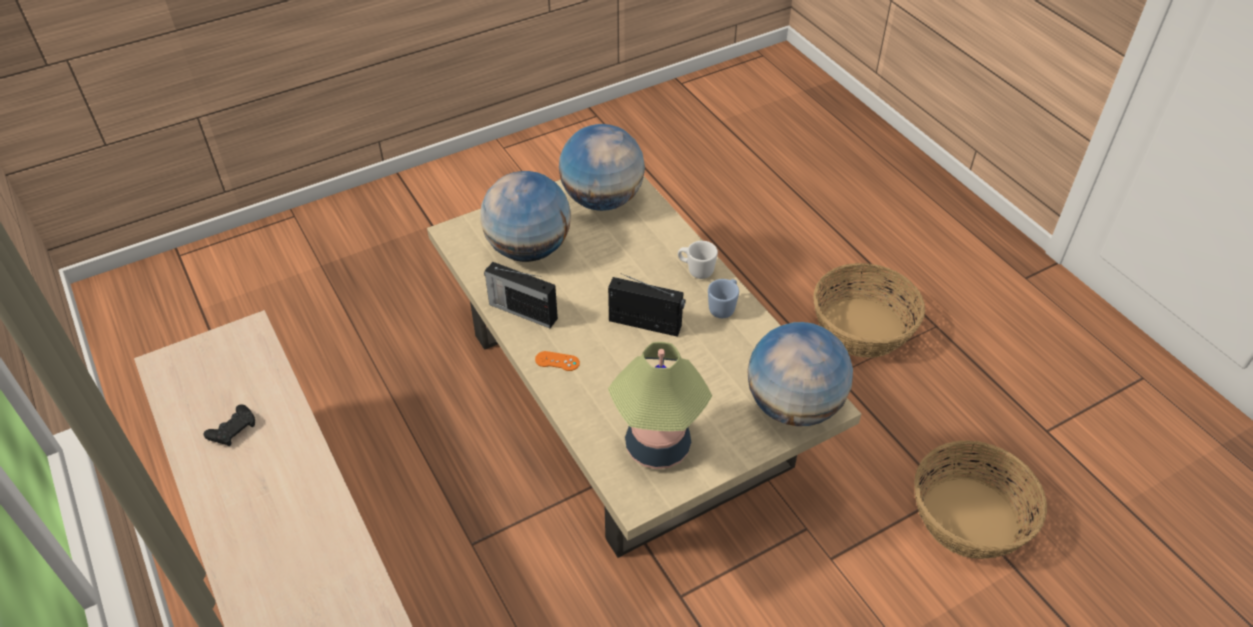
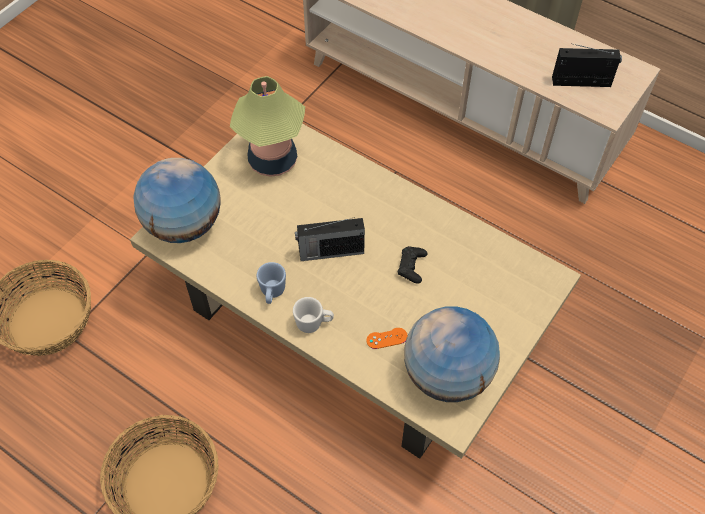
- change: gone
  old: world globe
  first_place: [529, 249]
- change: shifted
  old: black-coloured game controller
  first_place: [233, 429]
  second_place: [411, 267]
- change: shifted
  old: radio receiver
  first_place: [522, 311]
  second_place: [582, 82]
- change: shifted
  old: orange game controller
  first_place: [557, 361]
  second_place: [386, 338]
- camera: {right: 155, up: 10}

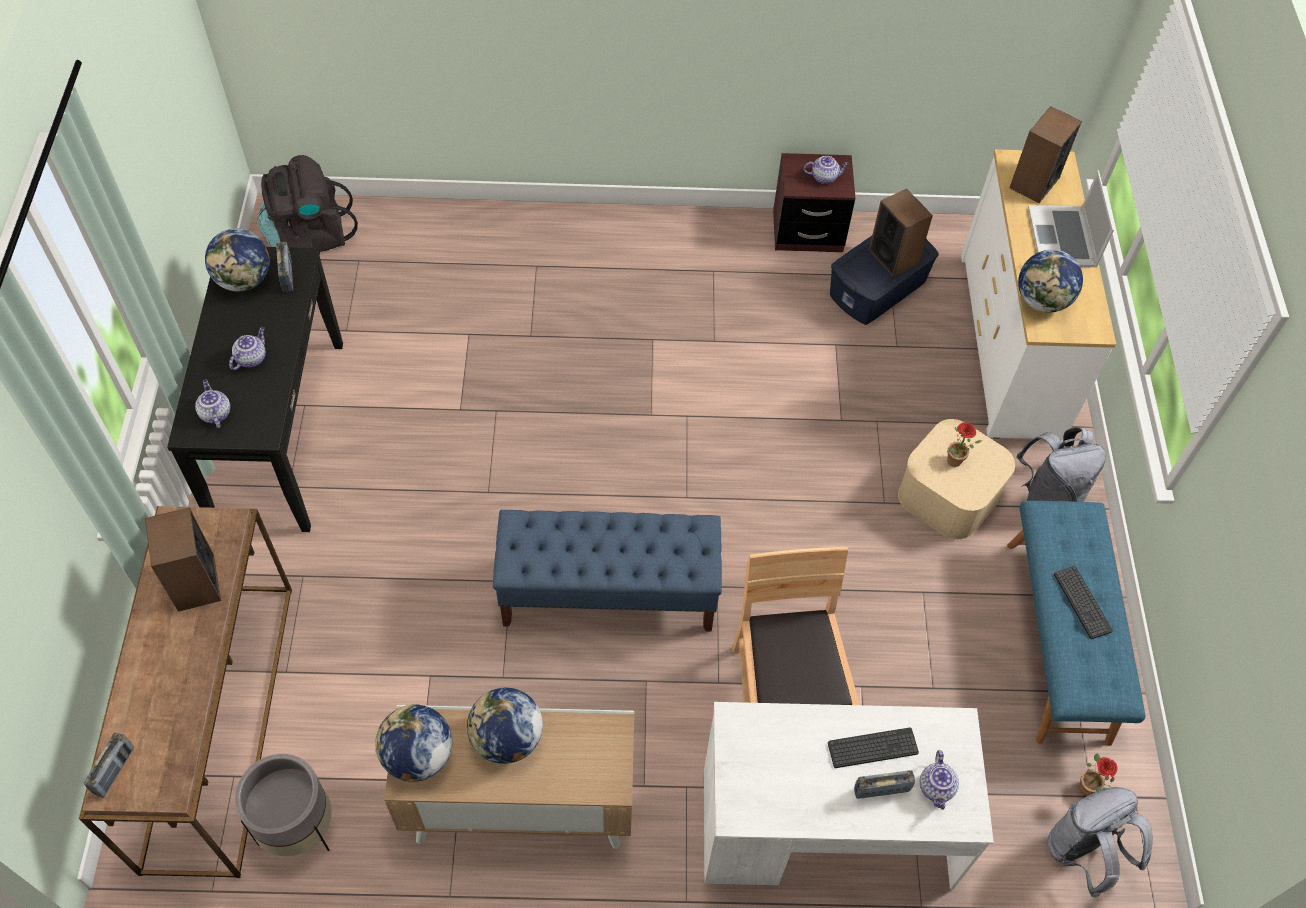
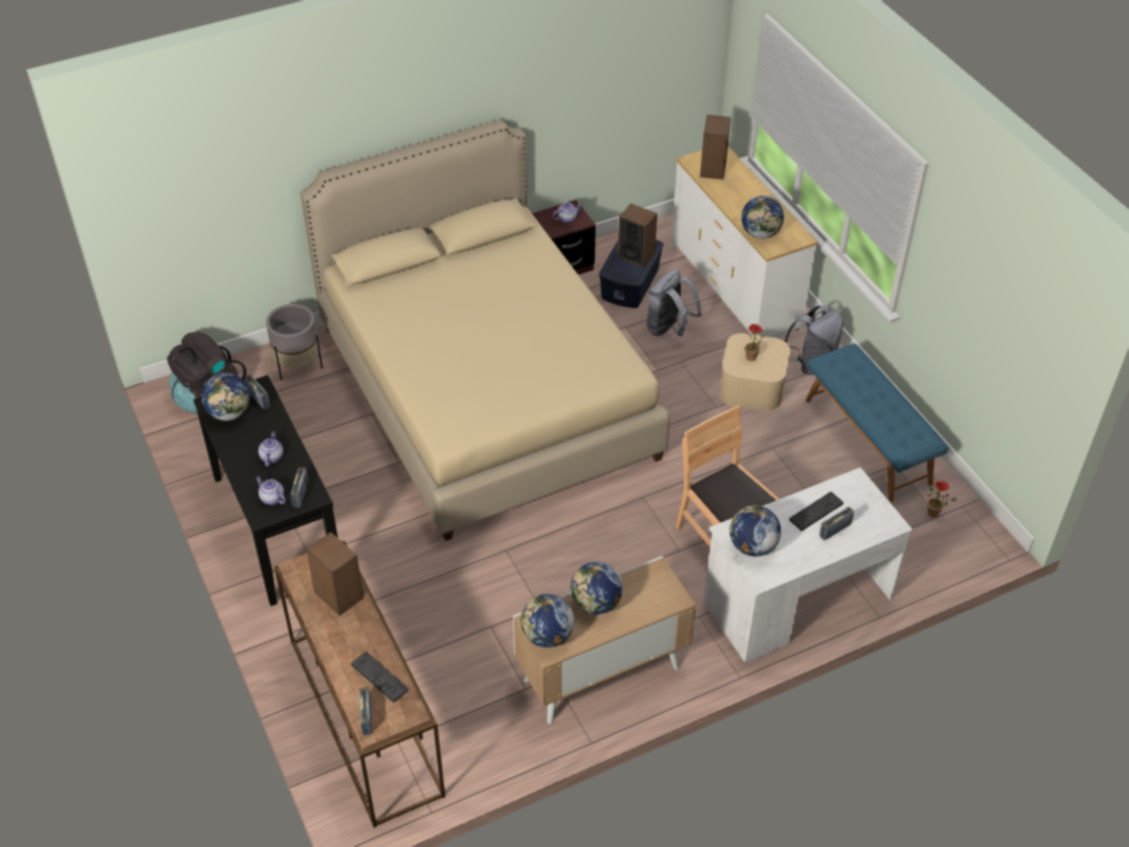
- change: gone
  old: blue-coloured indoor bench
  first_place: [609, 594]
- change: gone
  old: tea pot
  first_place: [936, 788]
- change: gone
  old: portable computer
  first_place: [1063, 237]
- change: new
  new: radio receiver
  second_place: [301, 494]
- change: new
  new: beige bed
  second_place: [486, 391]
- change: new
  new: world globe
  second_place: [752, 546]
- change: shifted
  old: grey flower pot
  first_place: [298, 827]
  second_place: [298, 366]
- change: shifted
  old: grey knapsack
  first_place: [1083, 853]
  second_place: [669, 329]
- change: shifted
  old: PC keyboard
  first_place: [1082, 602]
  second_place: [379, 677]
- camera: {right: -25, up: -10}

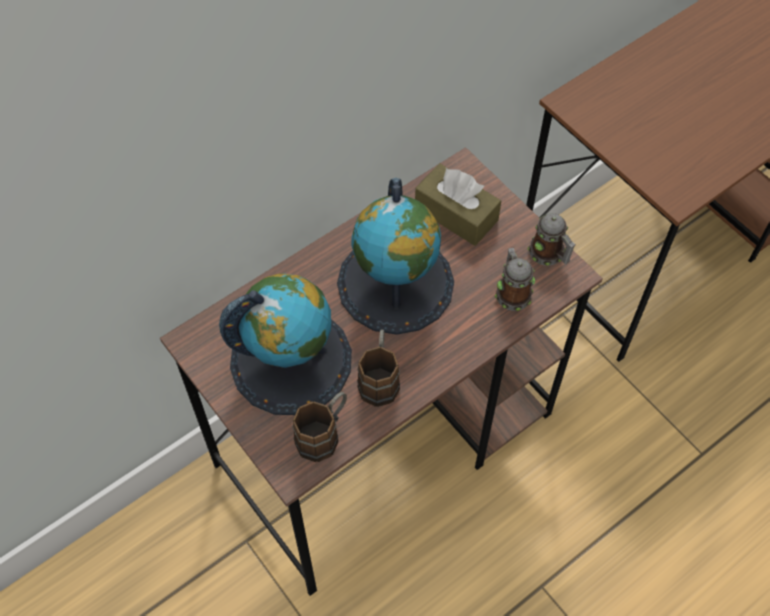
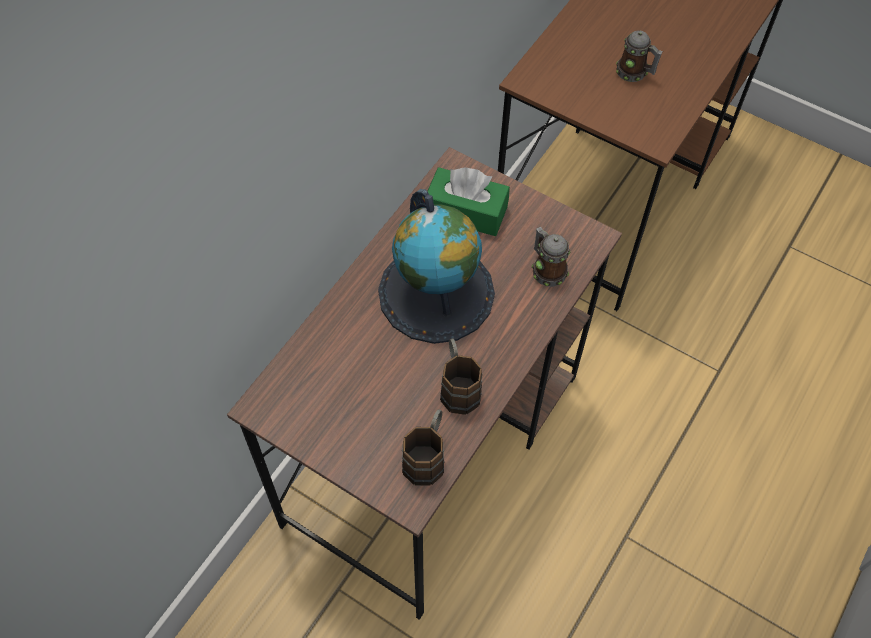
- change: gone
  old: world globe
  first_place: [291, 359]
- change: shifted
  old: mug
  first_place: [549, 255]
  second_place: [635, 73]
- change: repainted
  old: brownish box of tissues
  new: green box of tissues
  first_place: [456, 214]
  second_place: [466, 211]
- camera: {right: -20, up: 0}

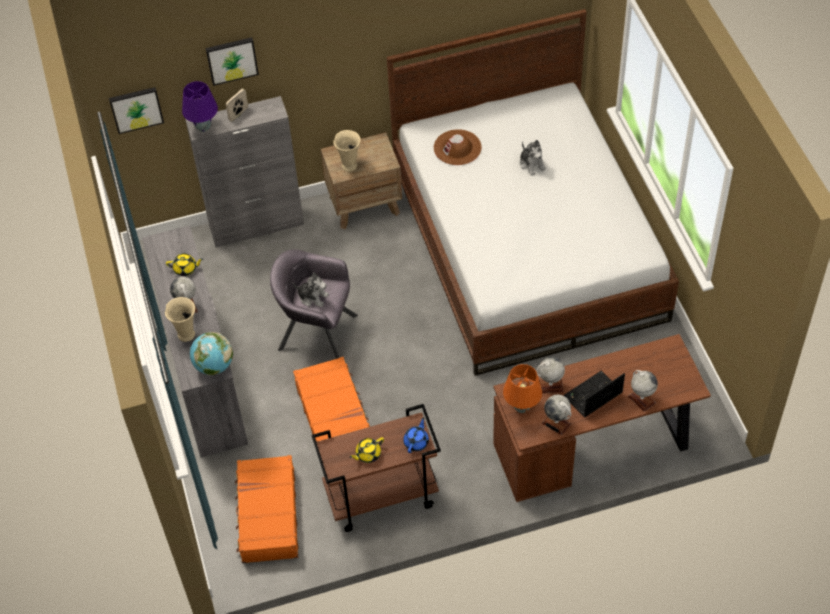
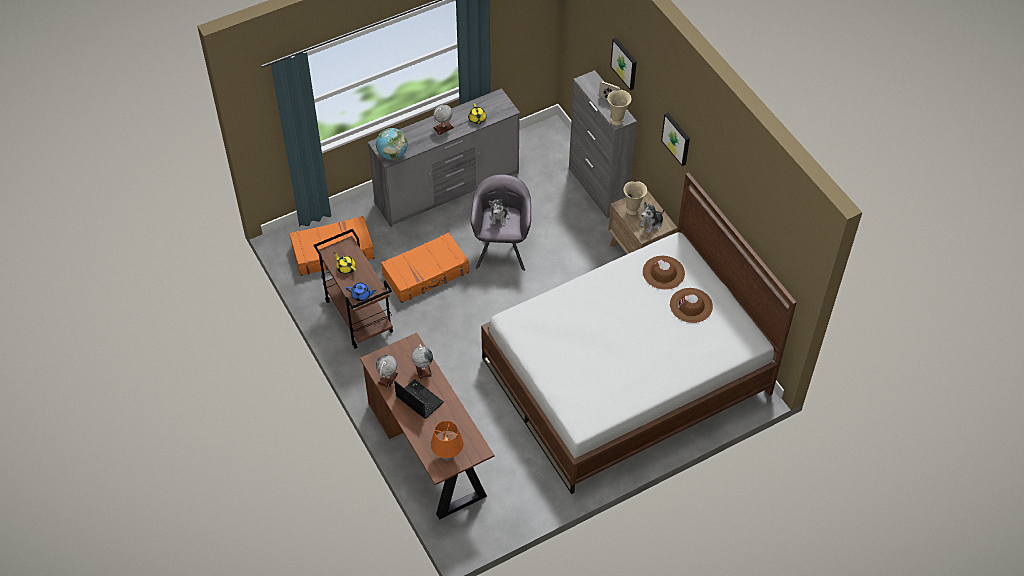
- change: gone
  old: purple table lamp
  first_place: [204, 128]
- change: gone
  old: world globe
  first_place: [641, 399]
- change: new
  new: brownish hat
  second_place: [691, 305]
- change: shifted
  old: wall art
  first_place: [136, 109]
  second_place: [677, 138]
- change: shifted
  old: beige flower vase
  first_place: [186, 334]
  second_place: [617, 120]
- change: shifted
  old: orange table lamp
  first_place: [521, 408]
  second_place: [447, 456]
- change: shifted
  old: plush toy
  first_place: [531, 164]
  second_place: [651, 224]
- camera: {right: 75, up: 0}

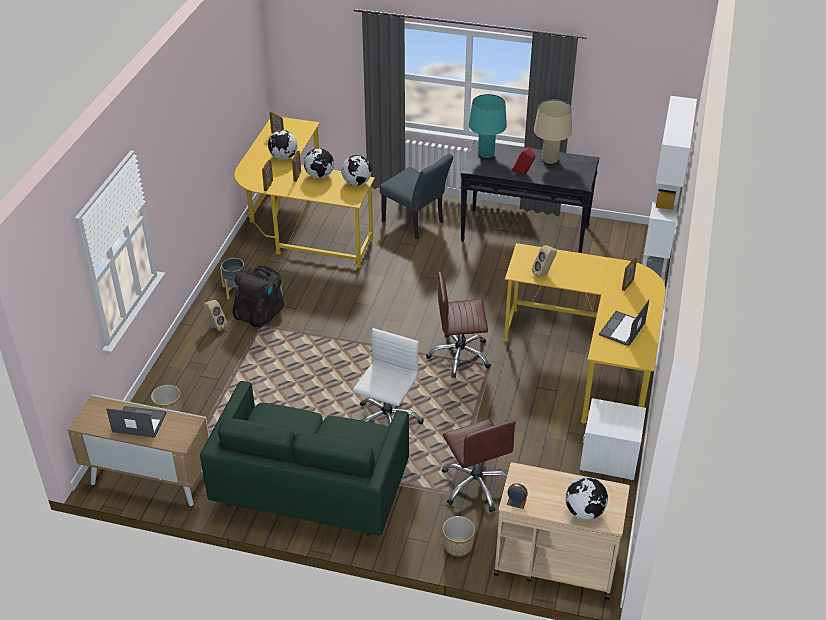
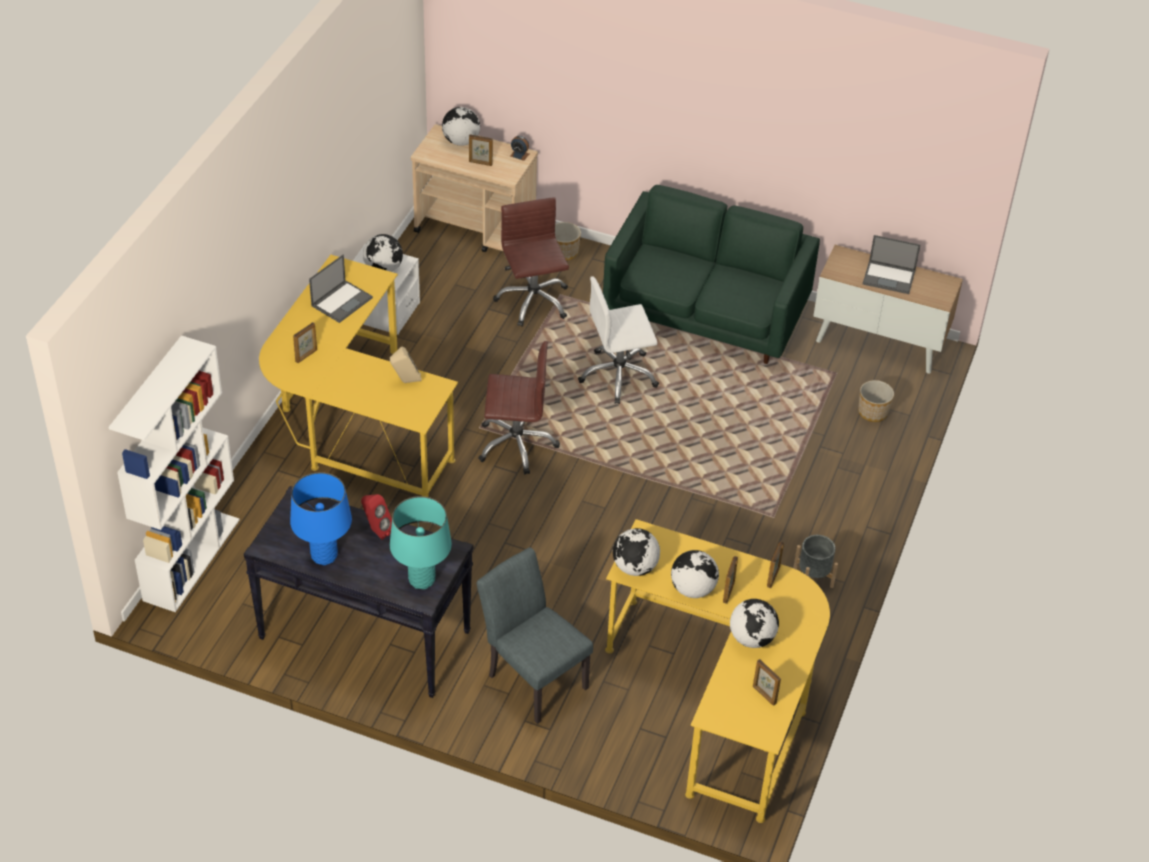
- change: gone
  old: beige speaker
  first_place: [216, 326]
- change: gone
  old: black-coloured knapsack
  first_place: [261, 313]
- change: new
  new: world globe
  second_place: [383, 269]
- change: new
  new: picture frame
  second_place: [480, 163]
- change: repainted
  old: beige table lamp
  new: blue-coloured table lamp
  first_place: [550, 159]
  second_place: [324, 556]
- change: rotated
  old: whitish office chair
  first_place: [387, 420]
  second_place: [618, 376]
  degrees: 45
- camera: {right: -175, up: 5}

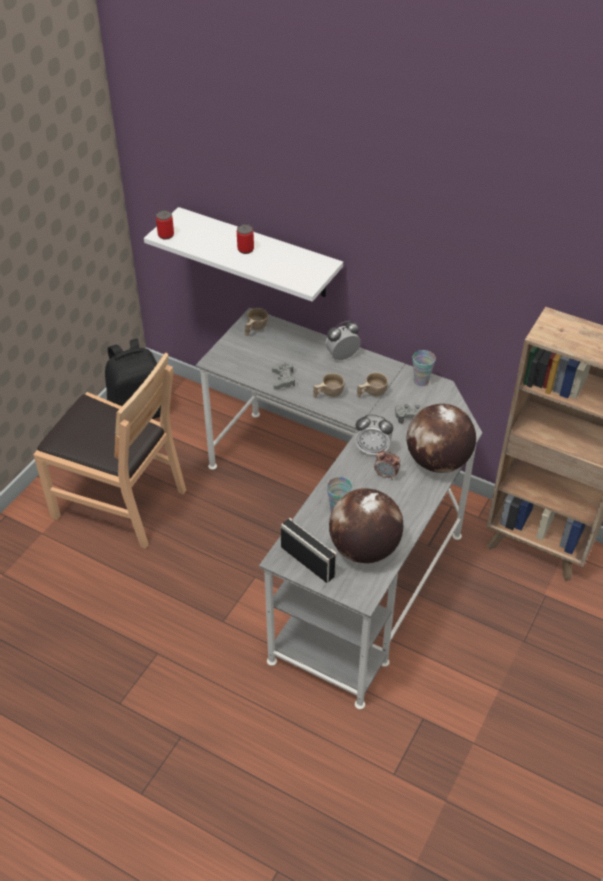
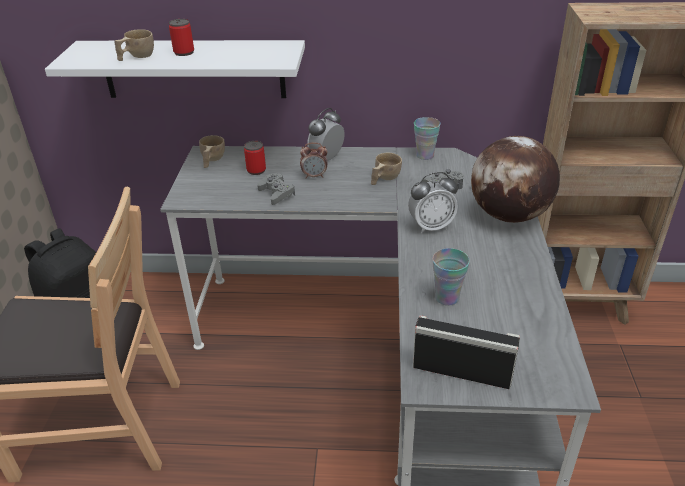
- change: gone
  old: world globe
  first_place: [363, 549]
- change: shifted
  old: metal can
  first_place: [166, 235]
  second_place: [256, 170]
- change: shifted
  old: beige cup
  first_place: [328, 394]
  second_place: [136, 57]
- change: shifted
  old: table clock
  first_place: [386, 475]
  second_place: [314, 176]
- camera: {right: -25, up: -10}

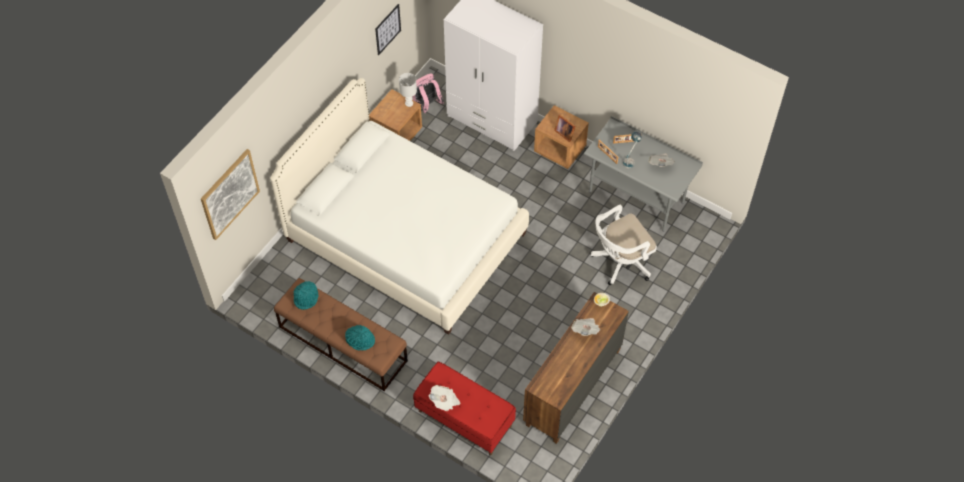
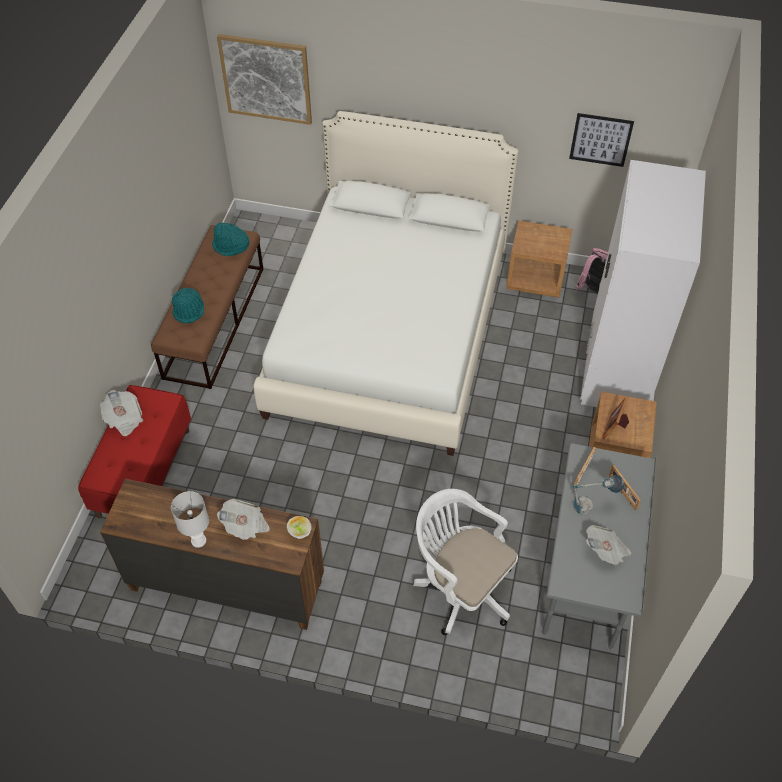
- change: shifted
  old: whitish table lamp
  first_place: [408, 103]
  second_place: [199, 540]
- camera: {right: 70, up: -5}

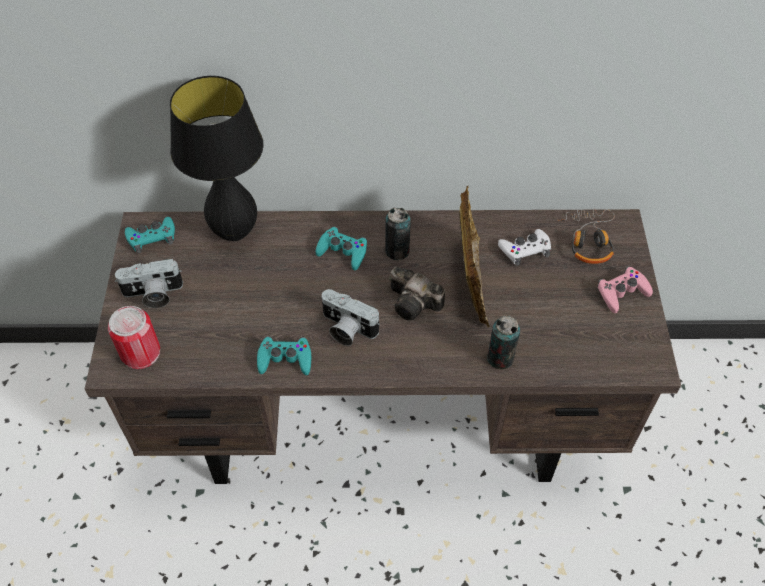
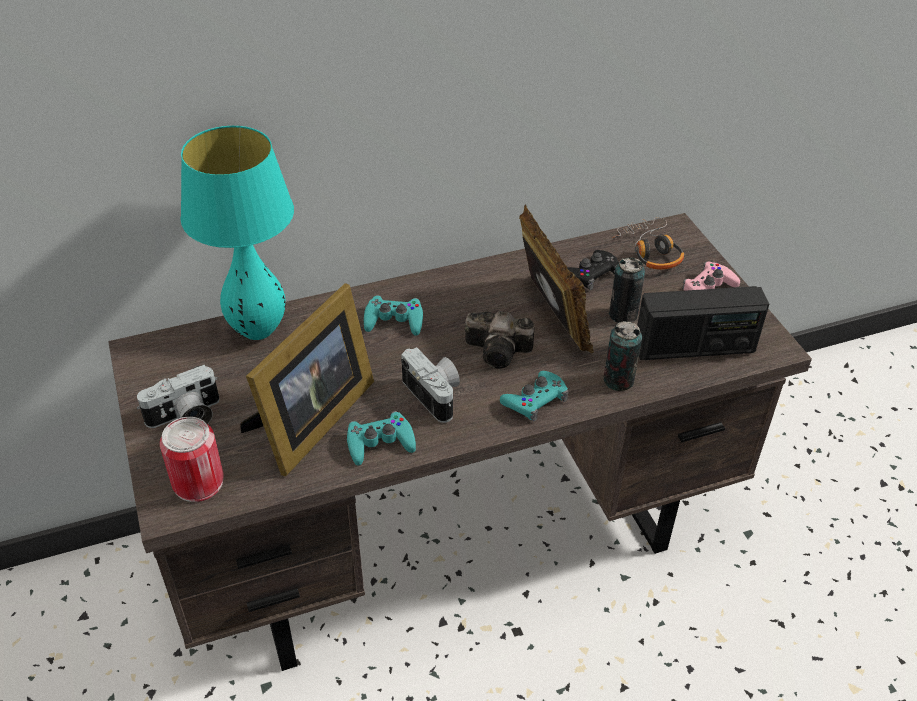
- change: new
  new: picture frame
  second_place: [310, 422]
- change: new
  new: radio receiver
  second_place: [694, 347]
- change: shifted
  old: blue-green game controller
  first_place: [152, 237]
  second_place: [535, 400]
- change: shifted
  old: metal can
  first_place: [397, 251]
  second_place: [623, 314]
- change: repainted
  old: black-coloured table lamp
  new: blue-green table lamp
  first_place: [235, 232]
  second_place: [258, 330]
- change: repainted
  old: whitish game controller
  new: black-coloured game controller
  first_place: [525, 250]
  second_place: [591, 274]
- change: rotated
  old: still camera
  first_place: [346, 329]
  second_place: [436, 395]
  degrees: -135
- camera: {right: -20, up: -10}

